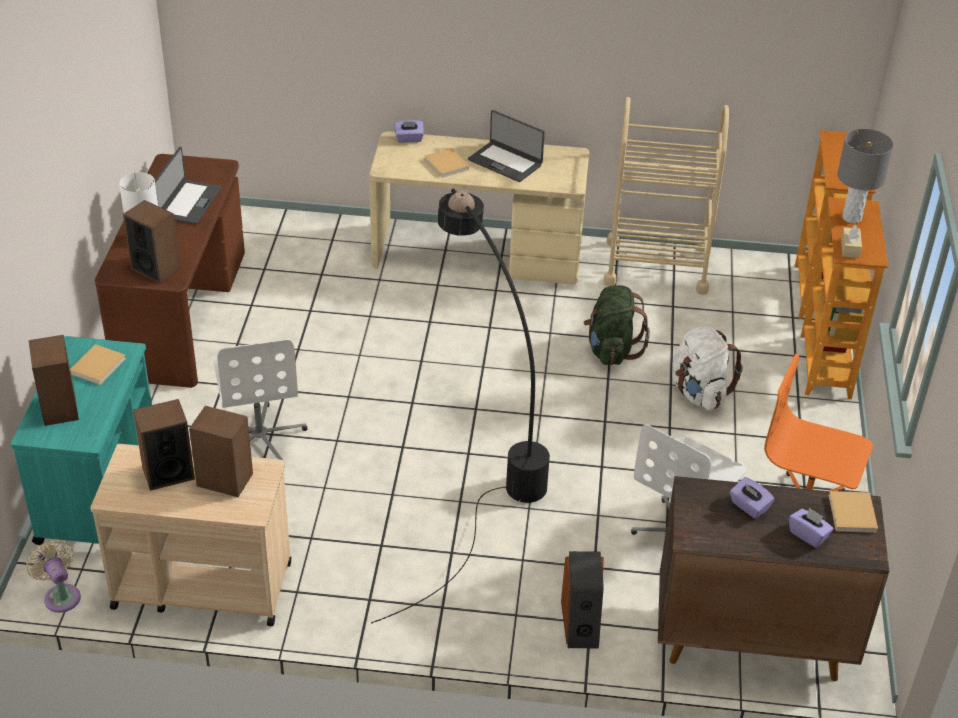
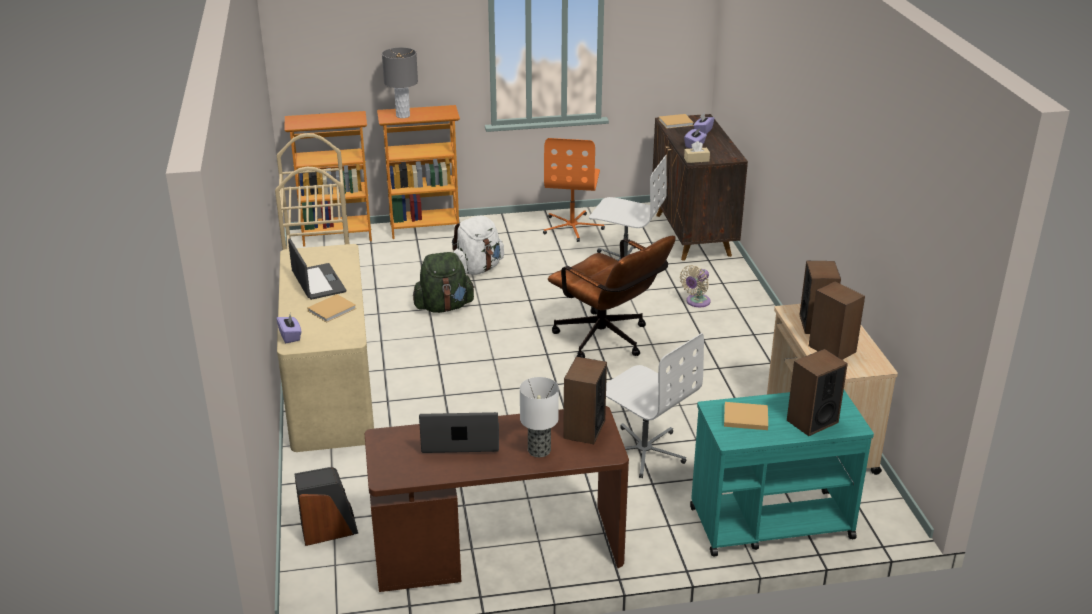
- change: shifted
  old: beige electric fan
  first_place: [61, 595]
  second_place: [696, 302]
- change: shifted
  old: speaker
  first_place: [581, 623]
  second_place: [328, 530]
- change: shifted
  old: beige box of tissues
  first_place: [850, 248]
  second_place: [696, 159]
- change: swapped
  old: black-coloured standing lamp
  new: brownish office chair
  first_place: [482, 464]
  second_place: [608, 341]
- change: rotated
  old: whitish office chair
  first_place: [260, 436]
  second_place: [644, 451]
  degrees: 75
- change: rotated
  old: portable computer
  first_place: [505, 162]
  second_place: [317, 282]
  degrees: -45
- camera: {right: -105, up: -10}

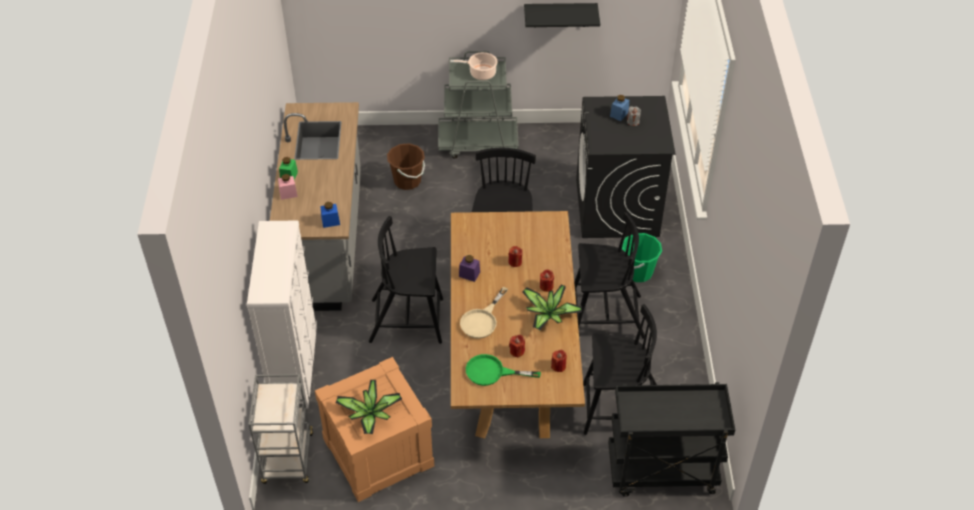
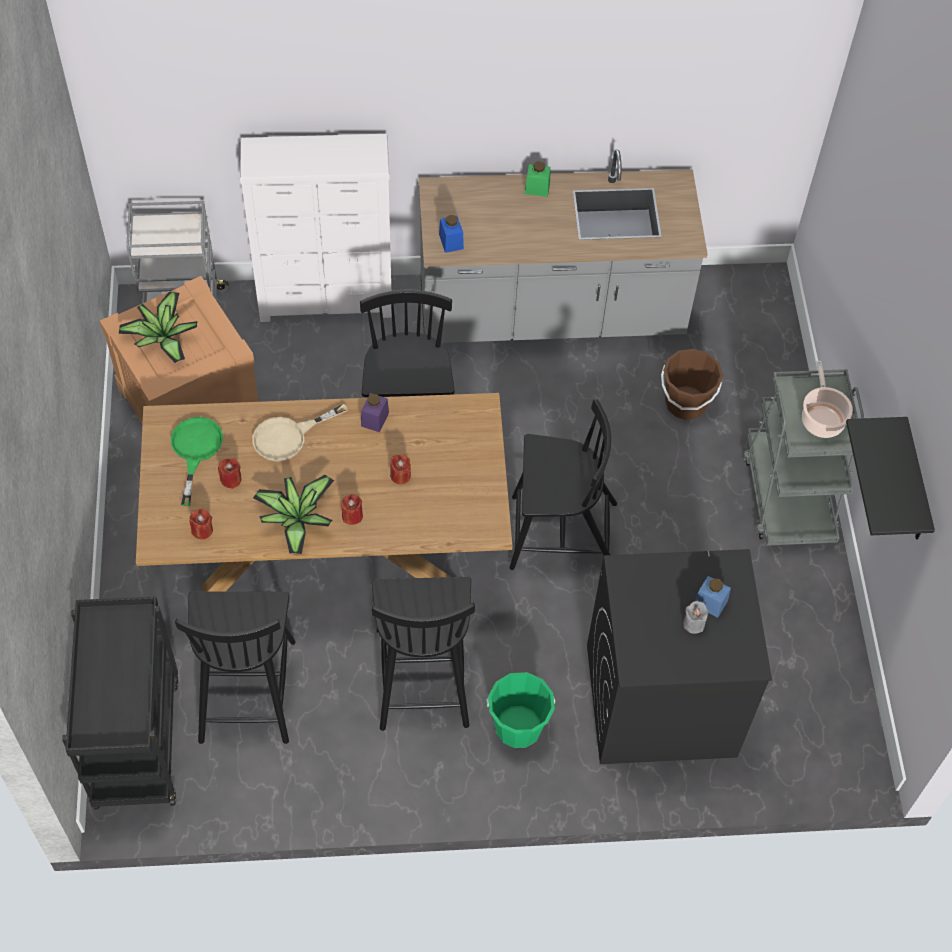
- change: gone
  old: pinkish preserve jar
  first_place: [288, 193]
- change: rotated
  old: beige frying pan
  first_place: [482, 320]
  second_place: [288, 437]
  degrees: -60
- camera: {right: 85, up: 10}

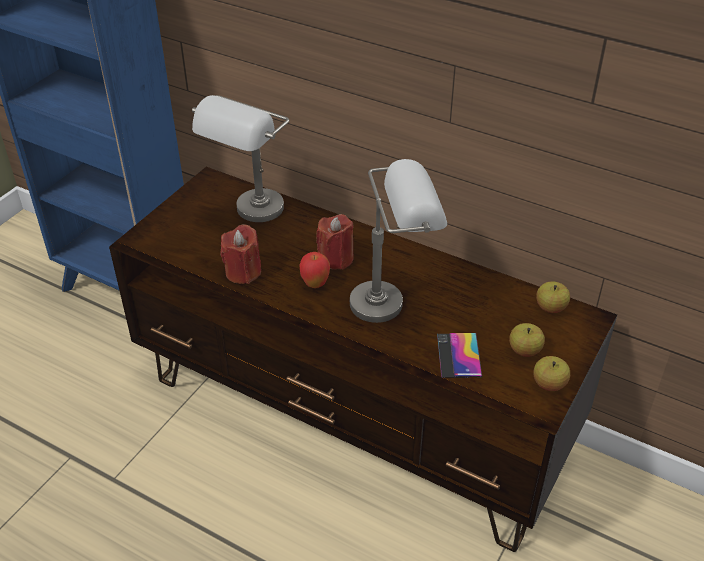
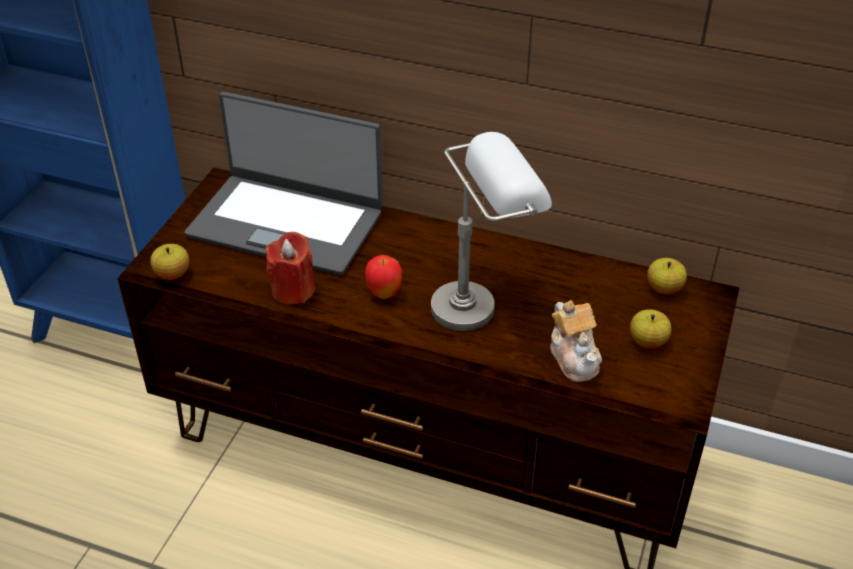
- change: gone
  old: reddish wax candle
  first_place: [336, 258]
- change: shifted
  old: whole apple
  first_place: [549, 384]
  second_place: [172, 274]
- change: swapped
  old: grey table lamp
  new: portable computer
  first_place: [252, 217]
  second_place: [287, 222]
- change: swapped
  old: handset
  new: tea pot
  first_place: [459, 355]
  second_place: [574, 357]
- camera: {right: -10, up: 0}

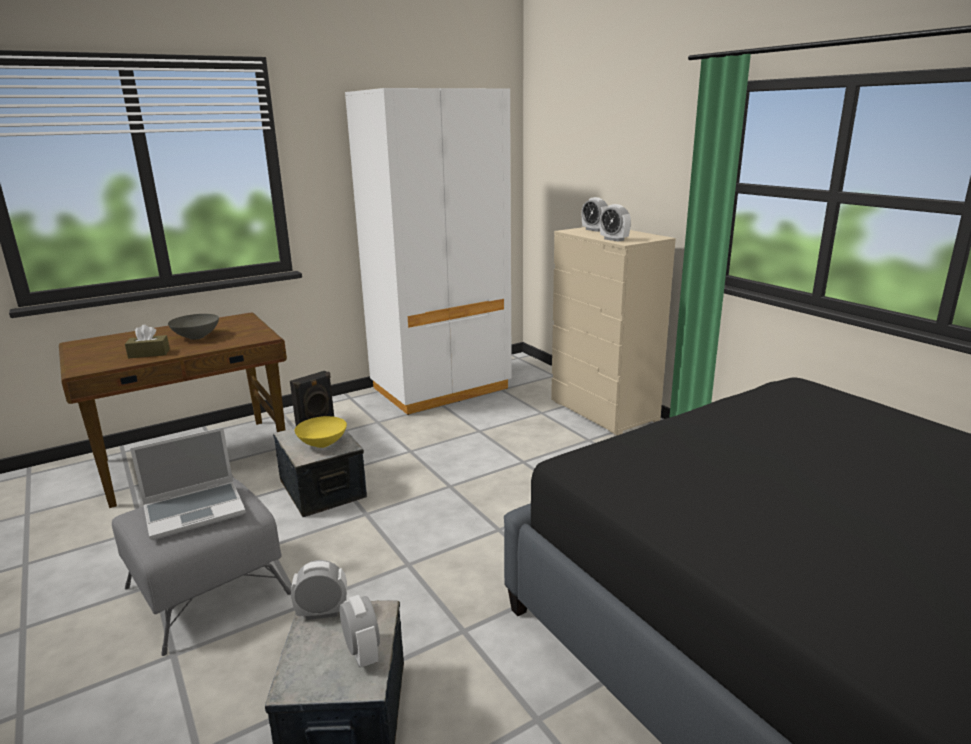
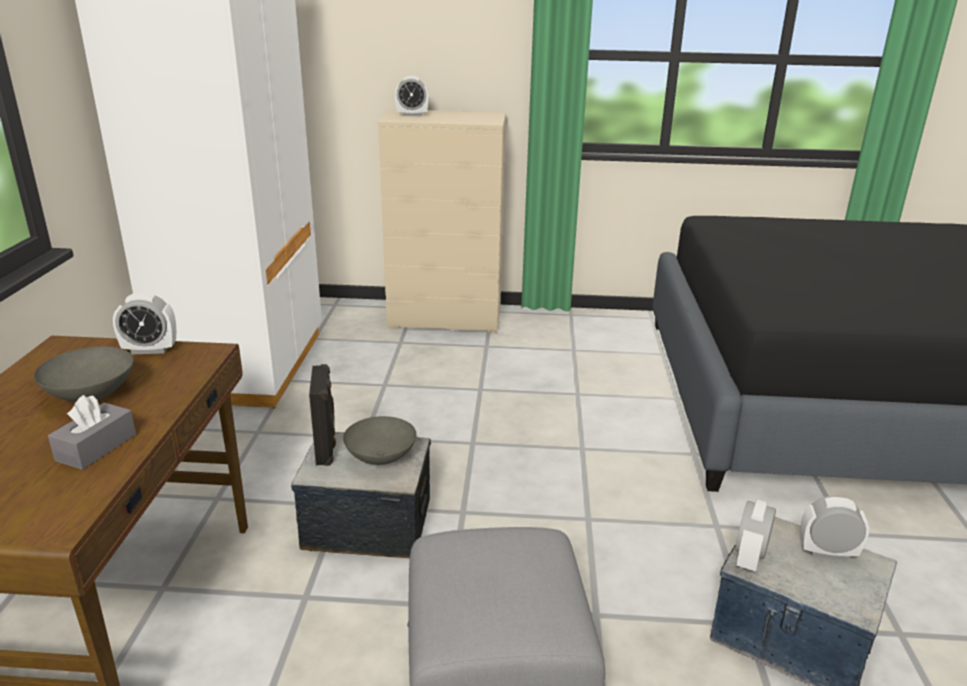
- change: gone
  old: portable computer
  first_place: [196, 510]
- change: shifted
  old: table clock
  first_place: [614, 239]
  second_place: [150, 350]
- change: repainted
  old: brownish box of tissues
  new: grey box of tissues
  first_place: [149, 353]
  second_place: [96, 447]
- change: repainted
  old: yellow bowl
  new: grey bowl
  first_place: [323, 443]
  second_place: [380, 457]
- camera: {right: -55, up: 5}

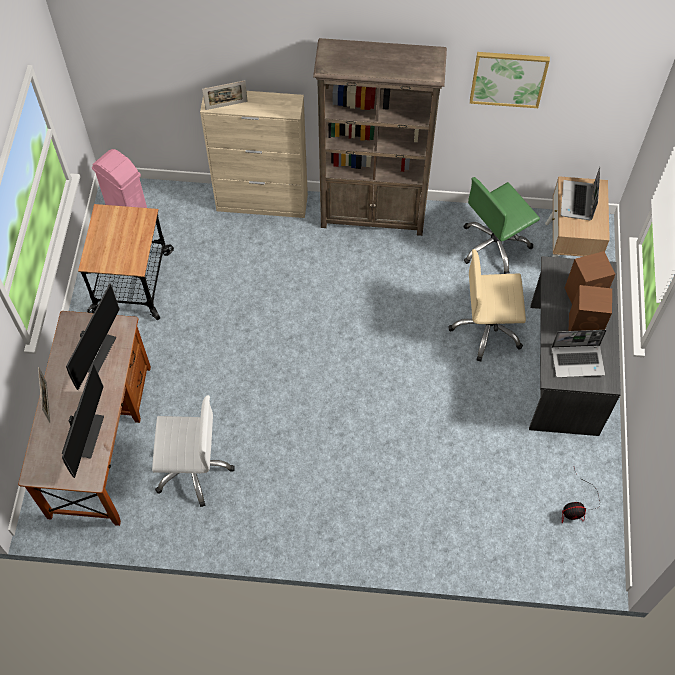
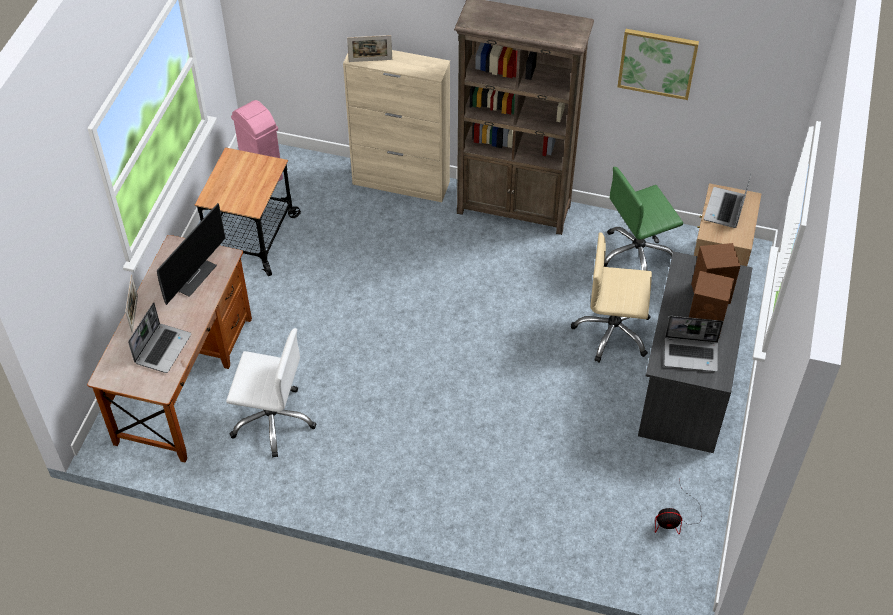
- change: swapped
  old: monitor
  new: portable computer
  first_place: [83, 434]
  second_place: [163, 348]
- camera: {right: 10, up: -10}

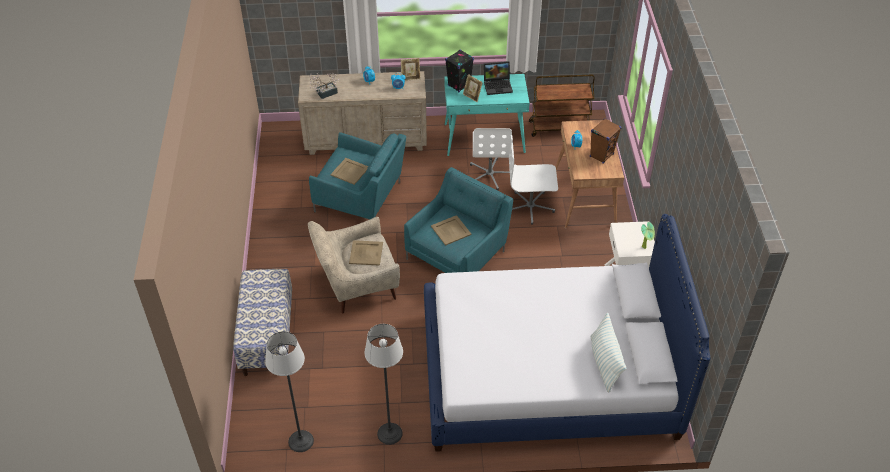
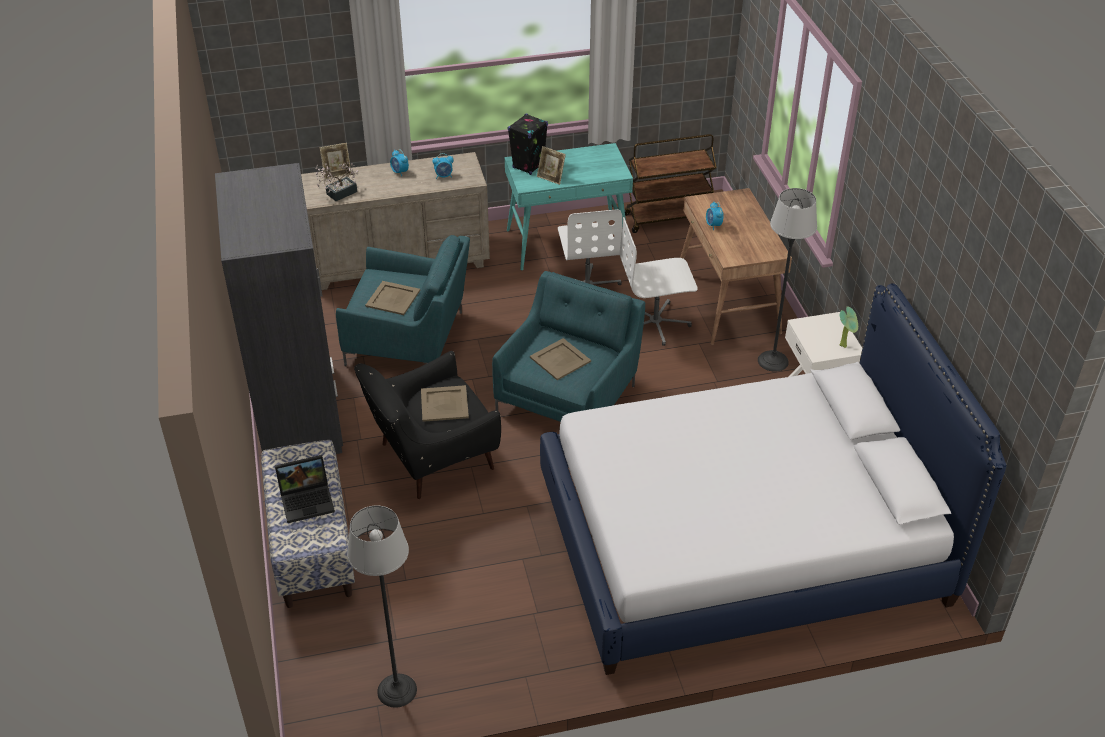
- change: gone
  old: brownish speaker
  first_place: [601, 155]
- change: gone
  old: throw pillow
  first_place: [604, 363]
- change: new
  new: grey clothes cupboard
  second_place: [299, 411]
- change: shifted
  old: standing lamp
  first_place: [389, 433]
  second_place: [772, 361]
- change: shifted
  old: picture frame
  first_place: [410, 78]
  second_place: [337, 174]
- change: shifted
  old: portable computer
  first_place: [498, 85]
  second_place: [308, 500]
- change: repainted
  old: beige easy chair
  new: black-coloured easy chair
  first_place: [356, 286]
  second_place: [431, 458]
- camera: {right: -10, up: -5}

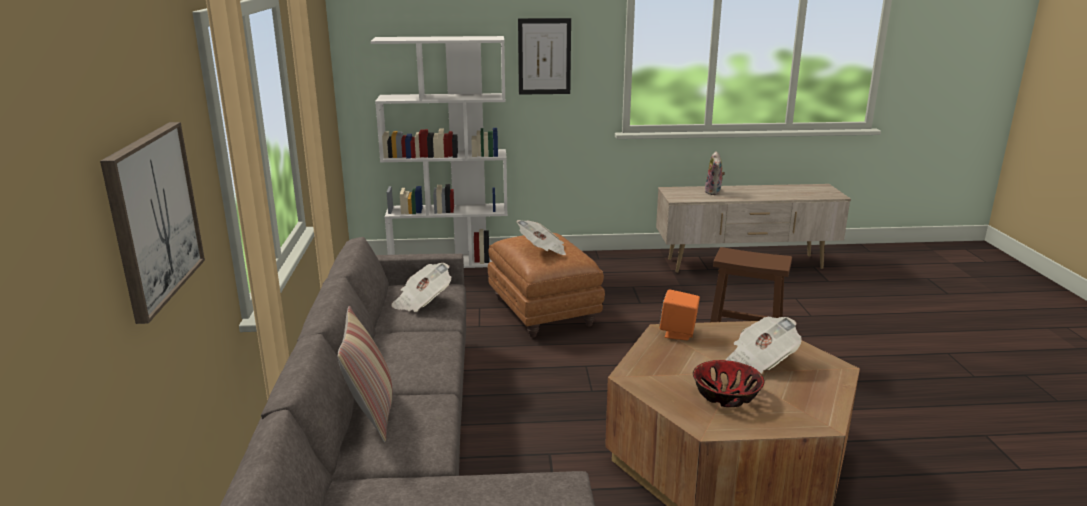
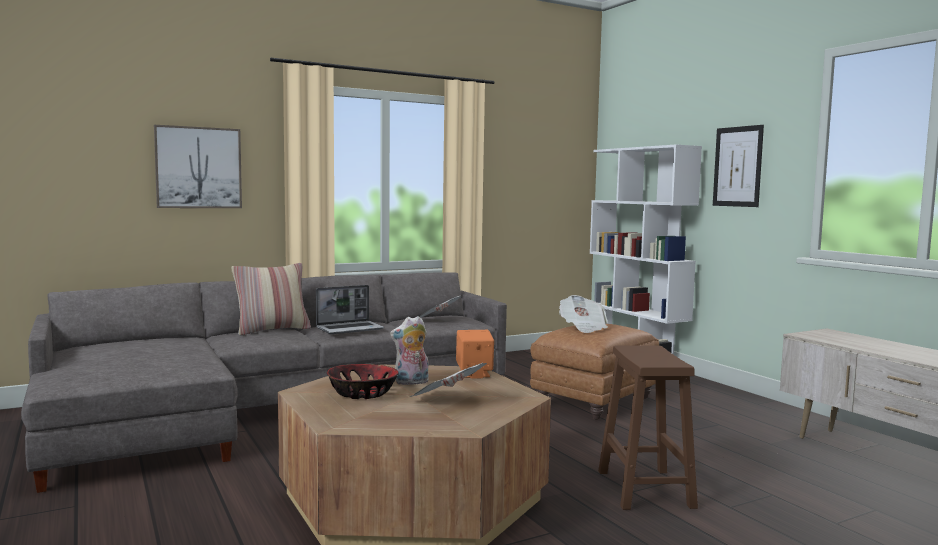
- change: new
  new: portable computer
  second_place: [350, 329]
- change: shifted
  old: plush toy
  first_place: [714, 192]
  second_place: [411, 382]
- camera: {right: 65, up: -15}

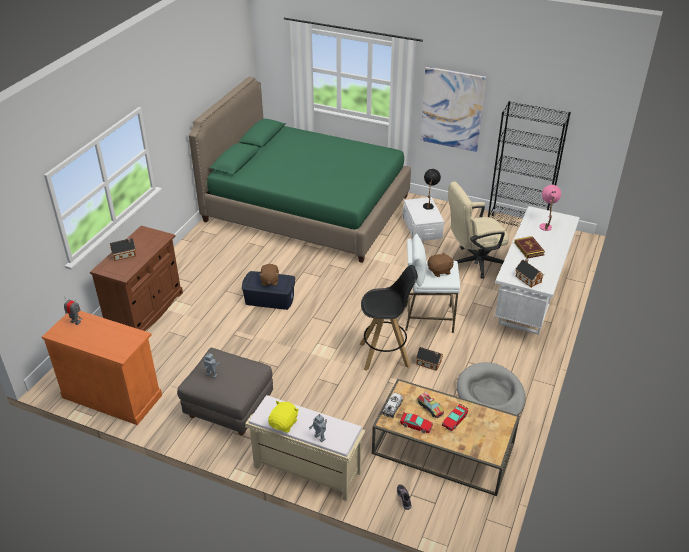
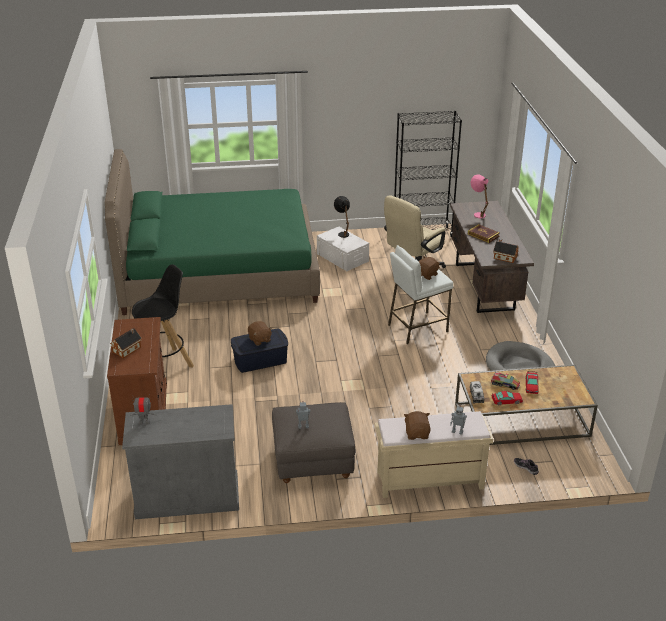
- change: gone
  old: toy house
  first_place: [429, 363]
- change: gone
  old: wall art
  first_place: [452, 109]
- change: shifted
  old: black-coloured stool seat
  first_place: [385, 355]
  second_place: [165, 364]
- change: repainted
  old: orange cupboard
  new: grey cupboard
  first_place: [112, 396]
  second_place: [187, 497]
- change: repainted
  old: yellow plush toy
  new: brownish plush toy
  first_place: [284, 423]
  second_place: [417, 434]
- change: repainted
  old: whitish desk table
  new: brownish desk table
  first_place: [530, 300]
  second_place: [484, 287]
- camera: {right: -30, up: -5}

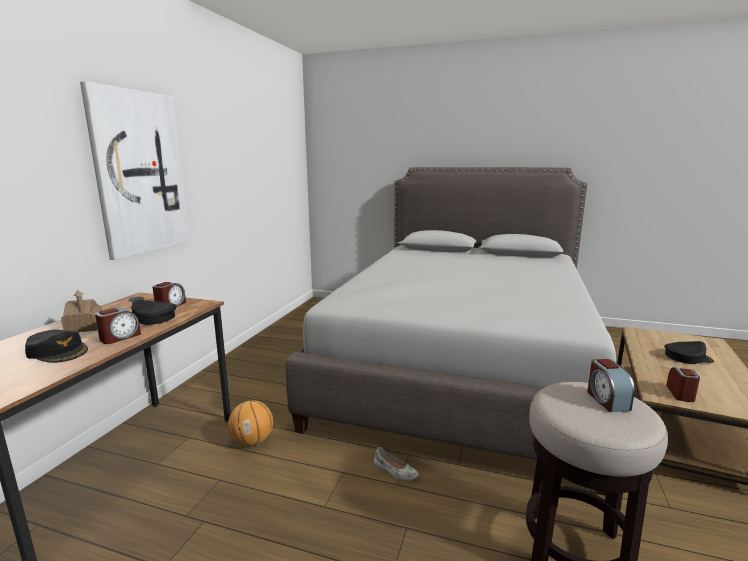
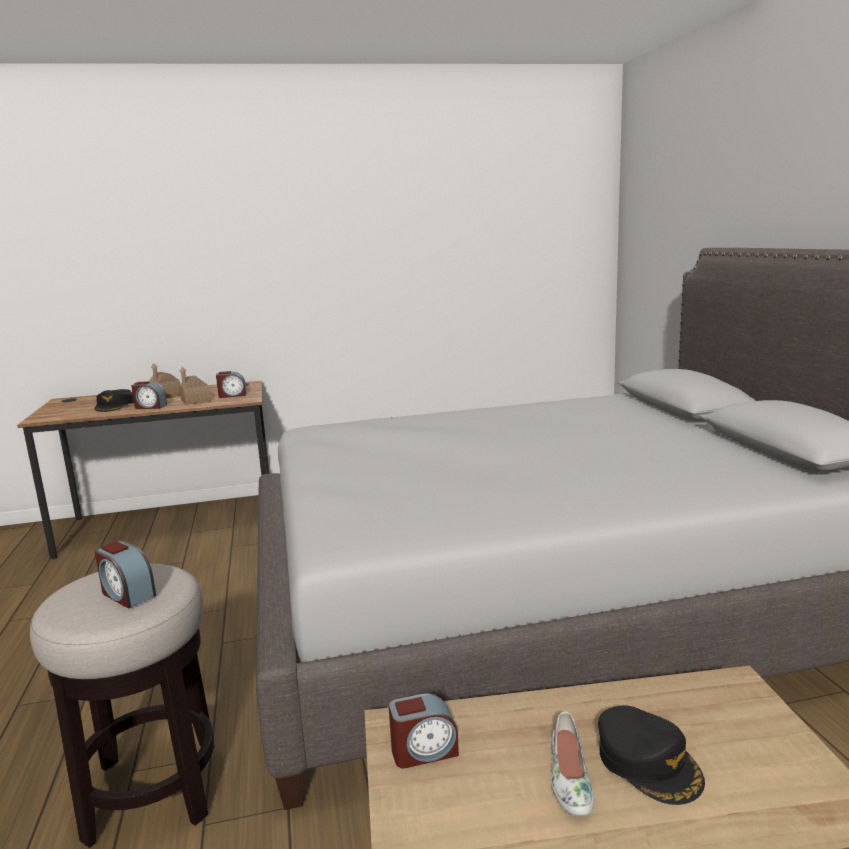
- change: gone
  old: wall art
  first_place: [139, 173]
- change: gone
  old: ball for basketball
  first_place: [252, 441]
- change: shifted
  old: whitish item of footwear
  first_place: [395, 471]
  second_place: [569, 778]
- change: swapped
  old: black-coloured baseball cap
  new: toy house
  first_place: [150, 319]
  second_place: [195, 400]
- change: rotated
  old: table clock
  first_place: [607, 400]
  second_place: [127, 594]
  degrees: -105
- camera: {right: 60, up: 0}

